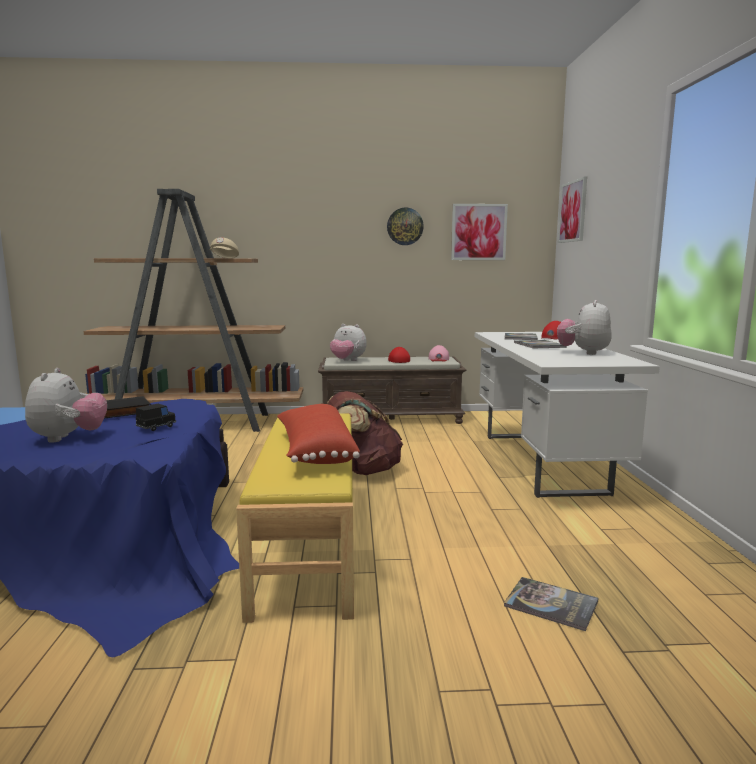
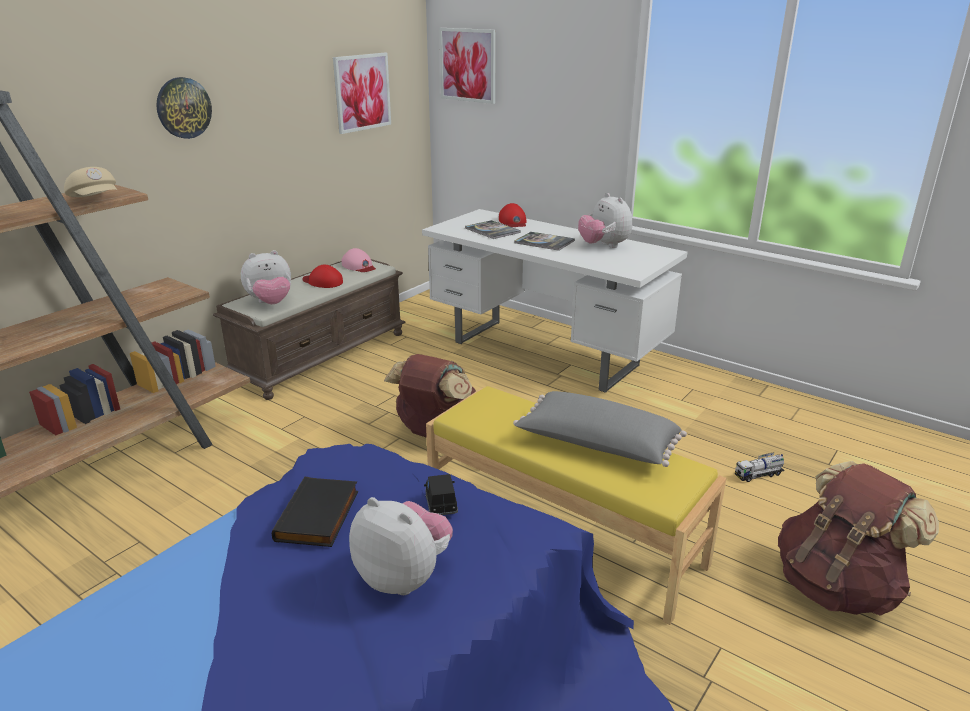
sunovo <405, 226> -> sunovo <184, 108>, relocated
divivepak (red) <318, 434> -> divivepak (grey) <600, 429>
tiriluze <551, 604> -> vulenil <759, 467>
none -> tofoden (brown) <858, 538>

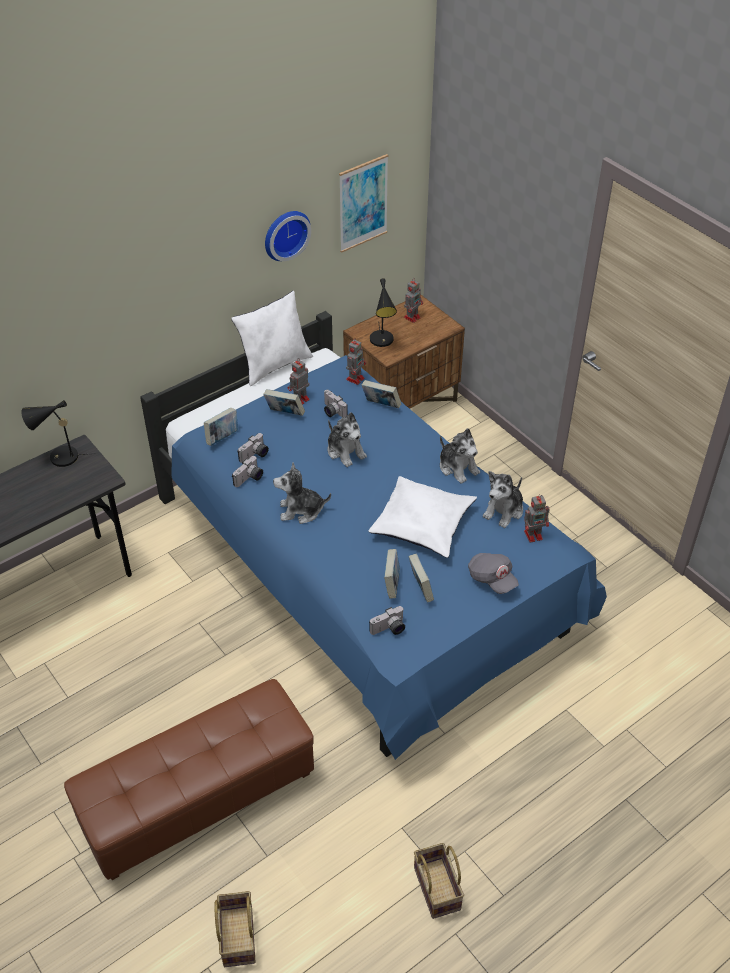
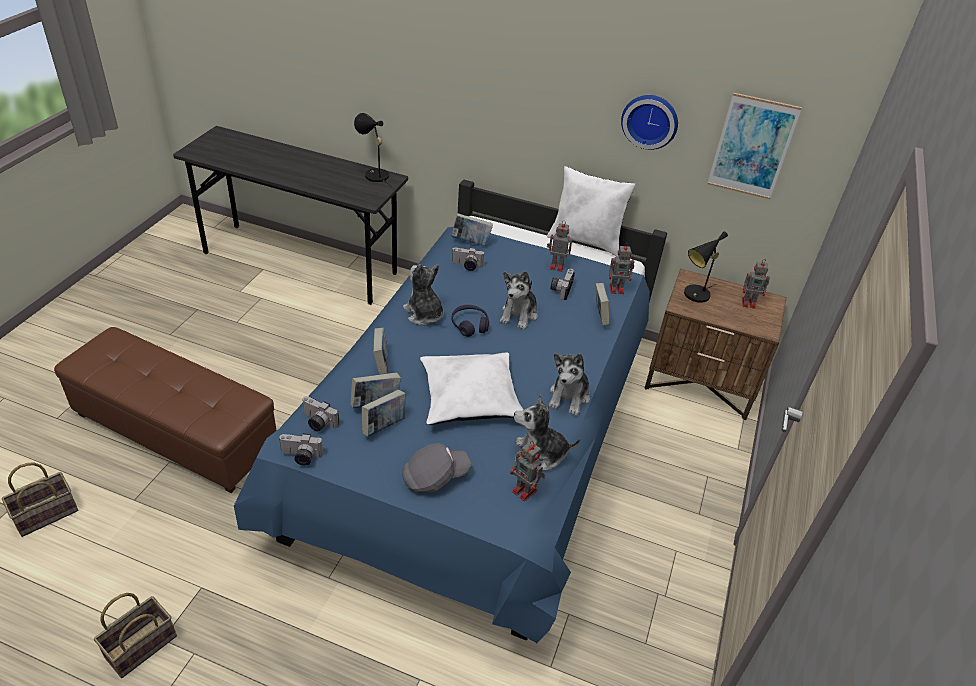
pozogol <247, 471> -> pozogol <300, 449>, relocated
tiriluze <284, 402> -> tiriluze <380, 351>, relocated
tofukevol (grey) <493, 573> -> tofukevol (grey) <437, 468>, 135 degrees counterclockwise
none -> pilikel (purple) <470, 321>

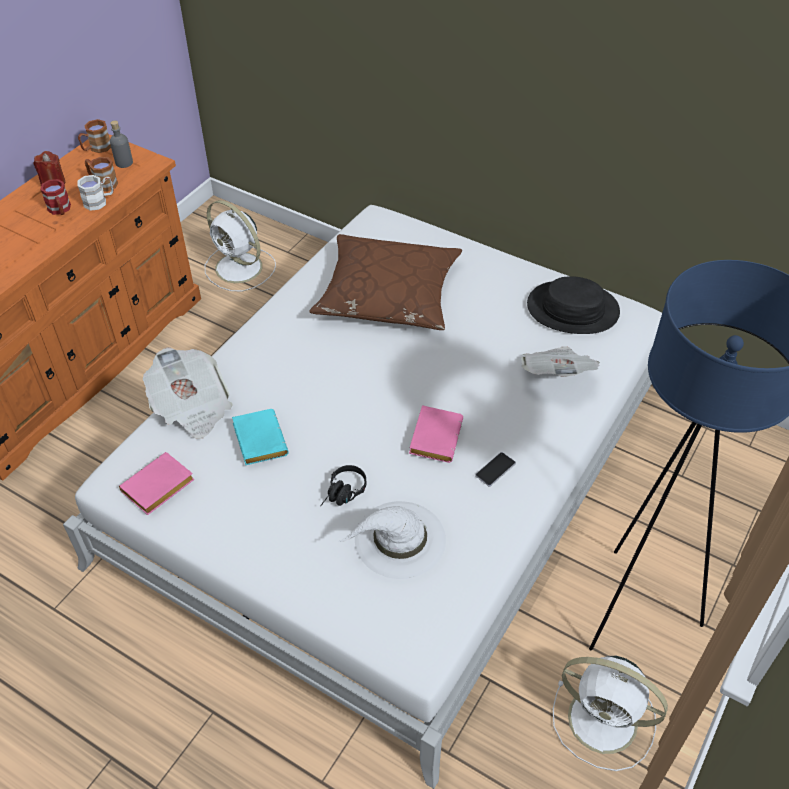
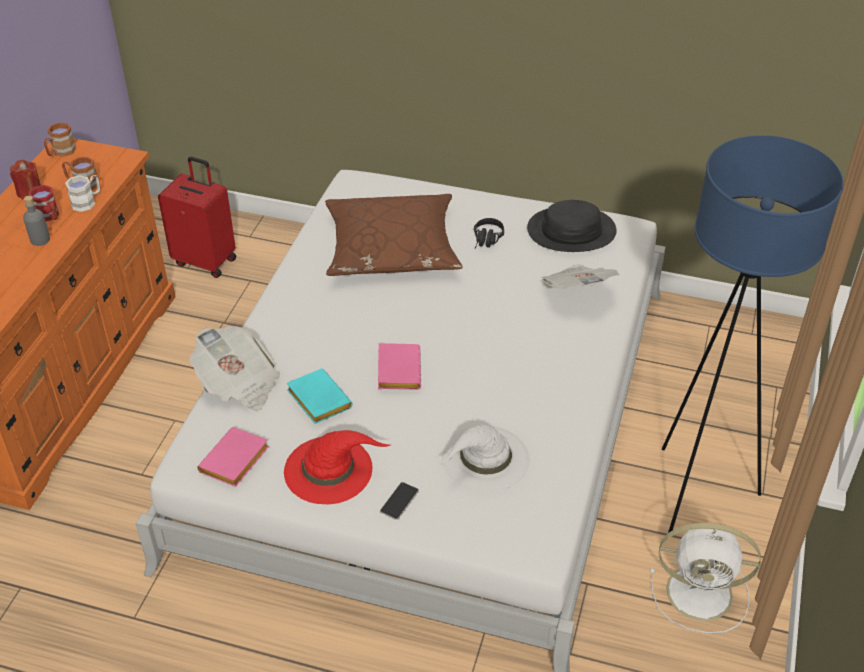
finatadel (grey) <121, 144> -> finatadel (grey) <36, 221>, relocated
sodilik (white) <240, 245> -> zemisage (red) <197, 217>
none -> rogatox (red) <337, 467>
tiriluze (pink) <436, 434> -> tiriluze (pink) <399, 366>, relocated
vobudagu <495, 469> -> vobudagu <399, 501>, relocated
pilikel (black) <343, 486> -> pilikel (black) <489, 233>, relocated

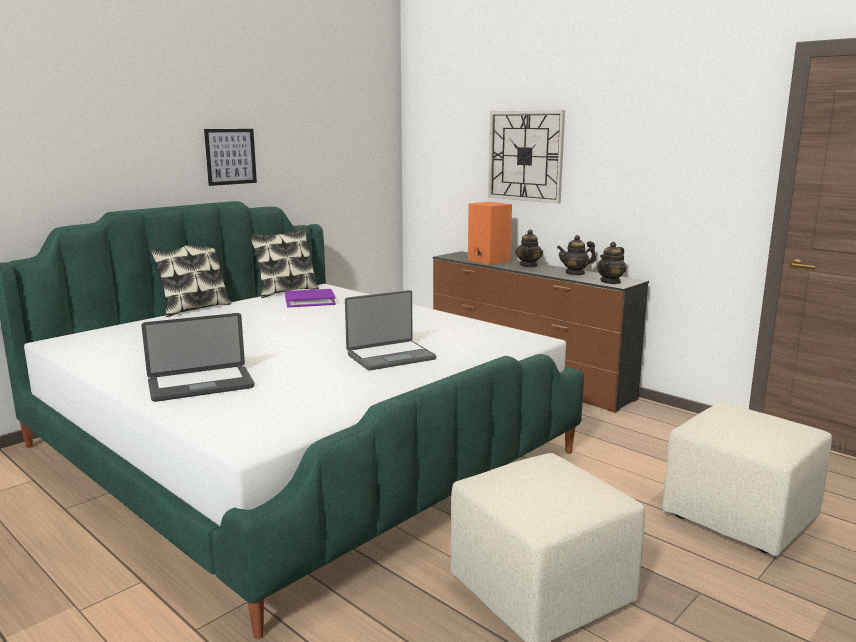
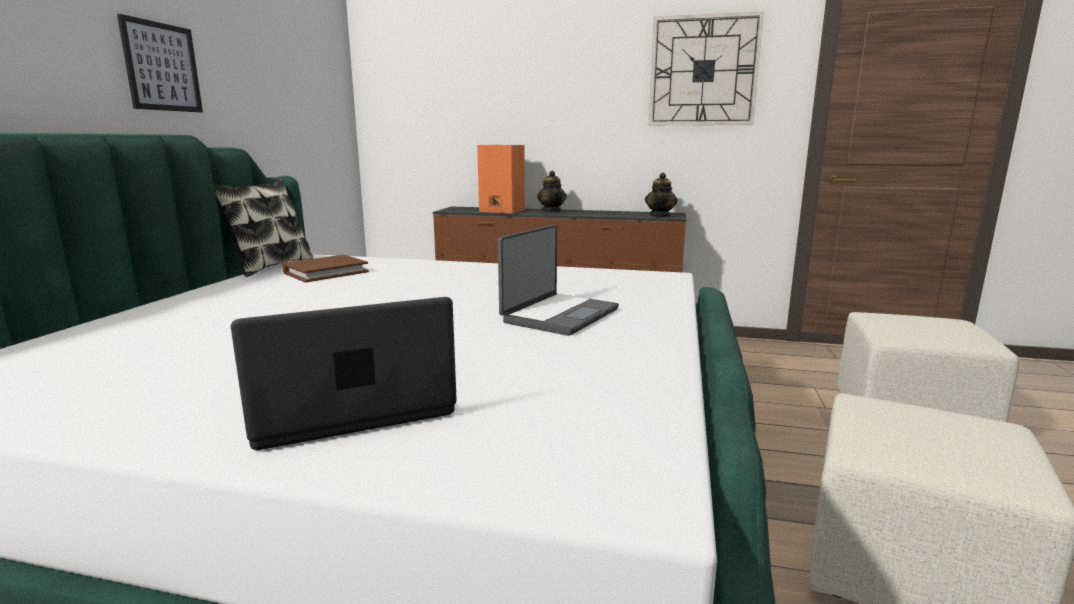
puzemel <198, 357> -> puzemel <344, 373>, 150 degrees counterclockwise
tiriluze (purple) <310, 298> -> tiriluze (brown) <325, 269>
sunovo <526, 157> -> sunovo <706, 68>, relocated
divivepak <190, 281> -> none
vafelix <576, 255> -> none

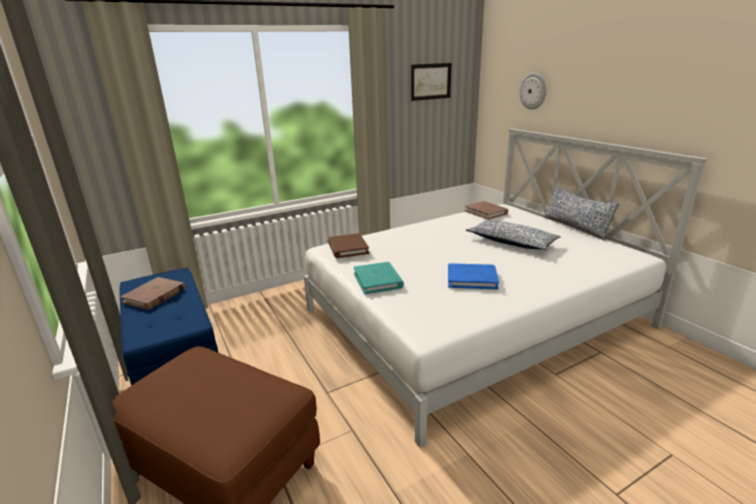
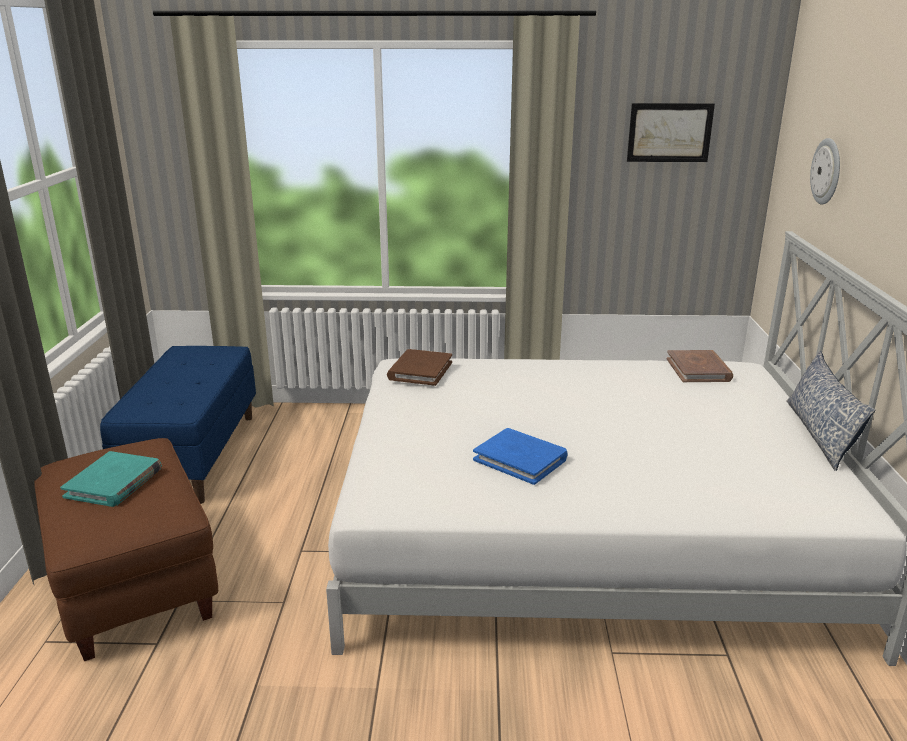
tiriluze (turquoise) <379, 278> -> tiriluze (turquoise) <111, 479>, relocated
tiriluze (brown) <153, 293> -> none
divivepak <513, 235> -> none

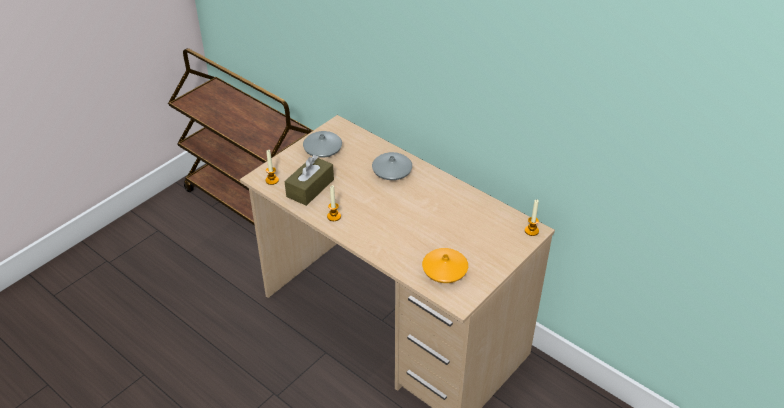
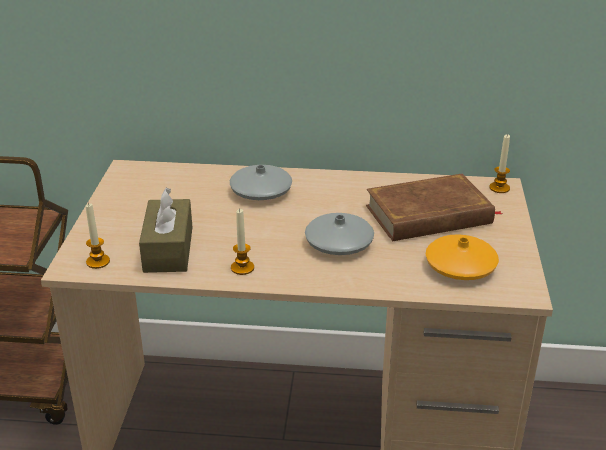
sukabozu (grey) <322, 144> -> sukabozu (grey) <339, 234>, relocated
none -> tiriluze (brown) <434, 207>

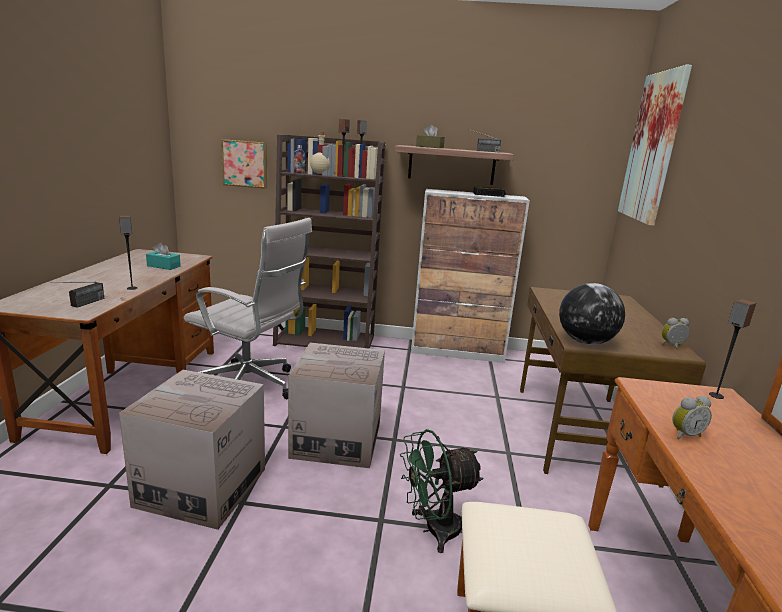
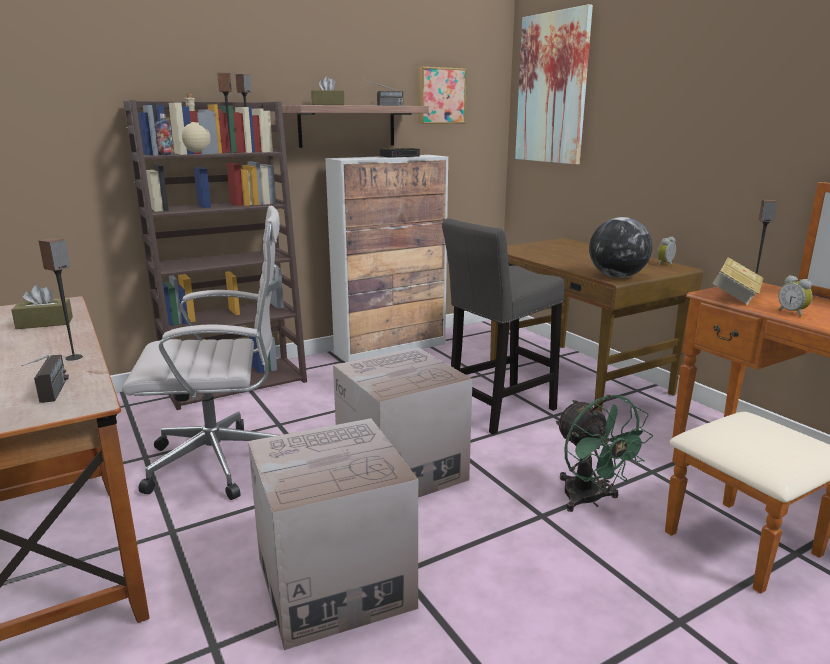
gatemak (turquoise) <163, 256> -> gatemak (brown) <42, 307>
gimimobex <244, 164> -> gimimobex <442, 95>, relocated
none -> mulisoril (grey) <503, 326>
sodilik (green) <442, 491> -> sodilik (green) <604, 453>, 60 degrees counterclockwise
none -> tiriluze <737, 281>
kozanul <692, 417> -> kozanul <795, 296>, 120 degrees clockwise

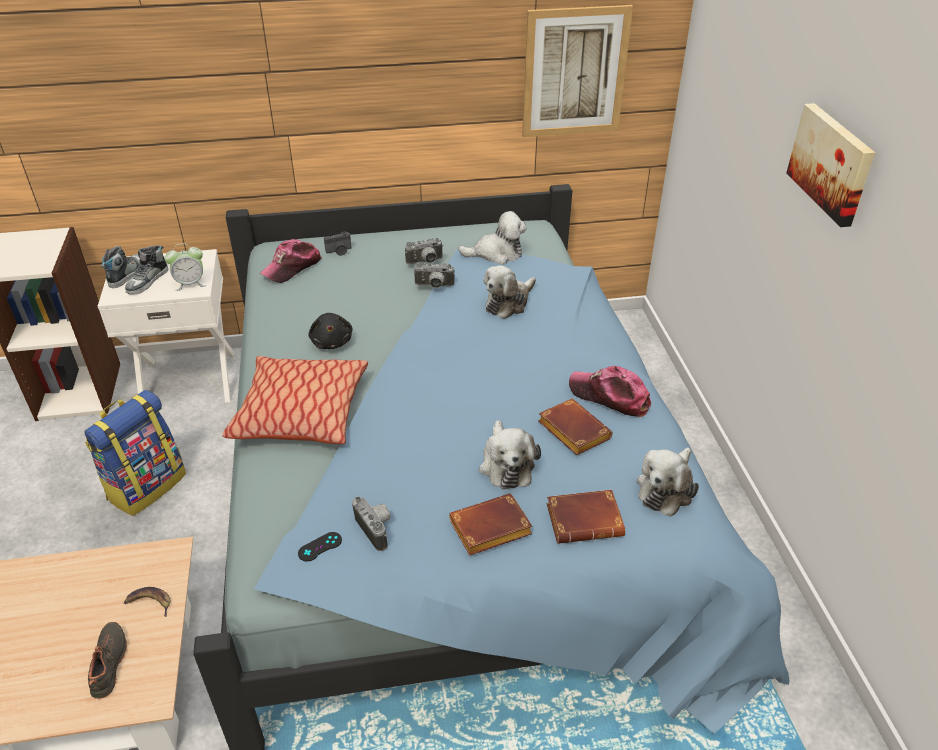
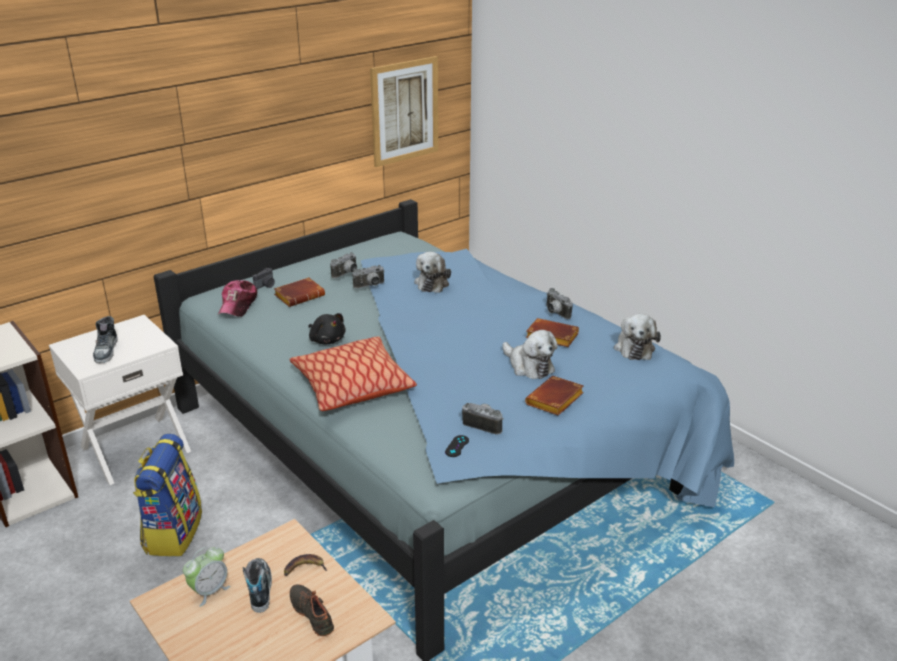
kozanul <185, 267> -> kozanul <207, 577>, relocated
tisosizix <120, 267> -> tisosizix <257, 585>, relocated
tiriluze (brown) <586, 517> -> tiriluze (brown) <299, 292>, relocated
tofukevol <610, 391> -> pozogol <559, 303>
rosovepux <492, 238> -> none
gimimobex <830, 165> -> none

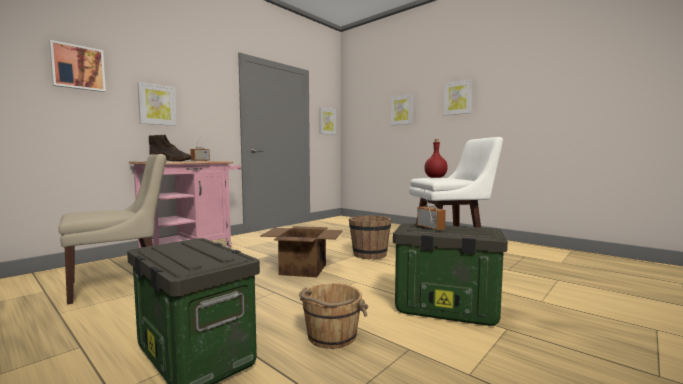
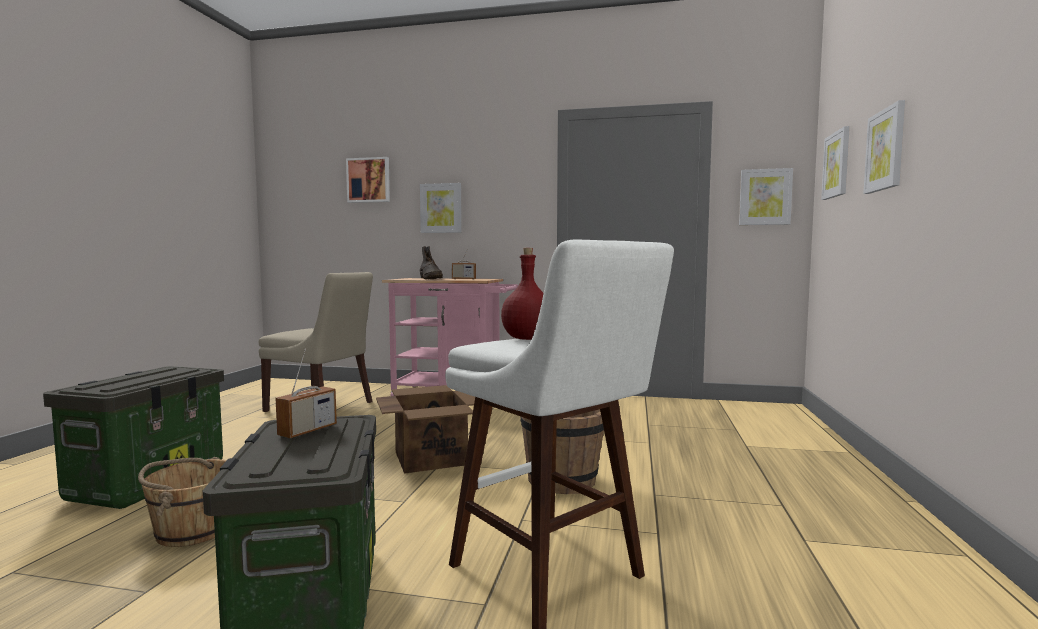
gimimobex <458, 97> -> gimimobex <835, 163>, relocated

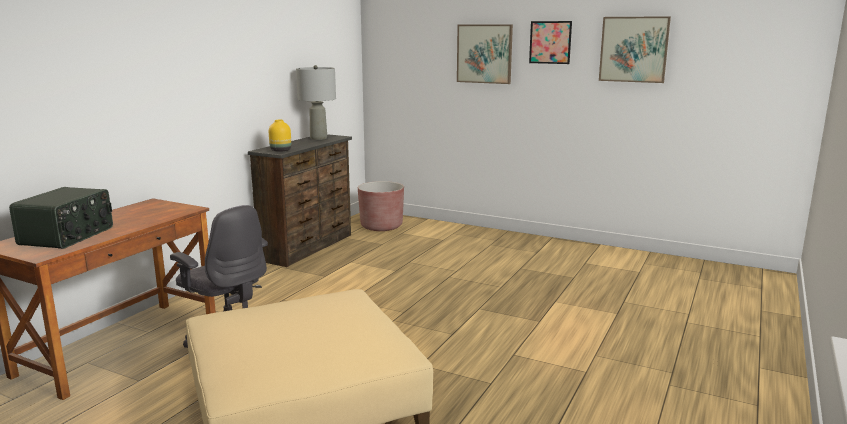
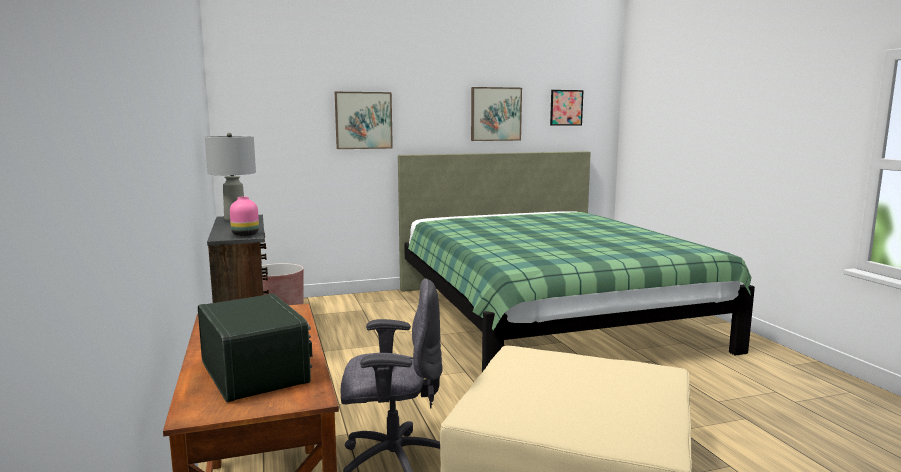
sukabozu (yellow) <280, 136> -> sukabozu (pink) <244, 216>
none -> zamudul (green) <576, 261>
gimimobex <550, 42> -> gimimobex <566, 108>, relocated

